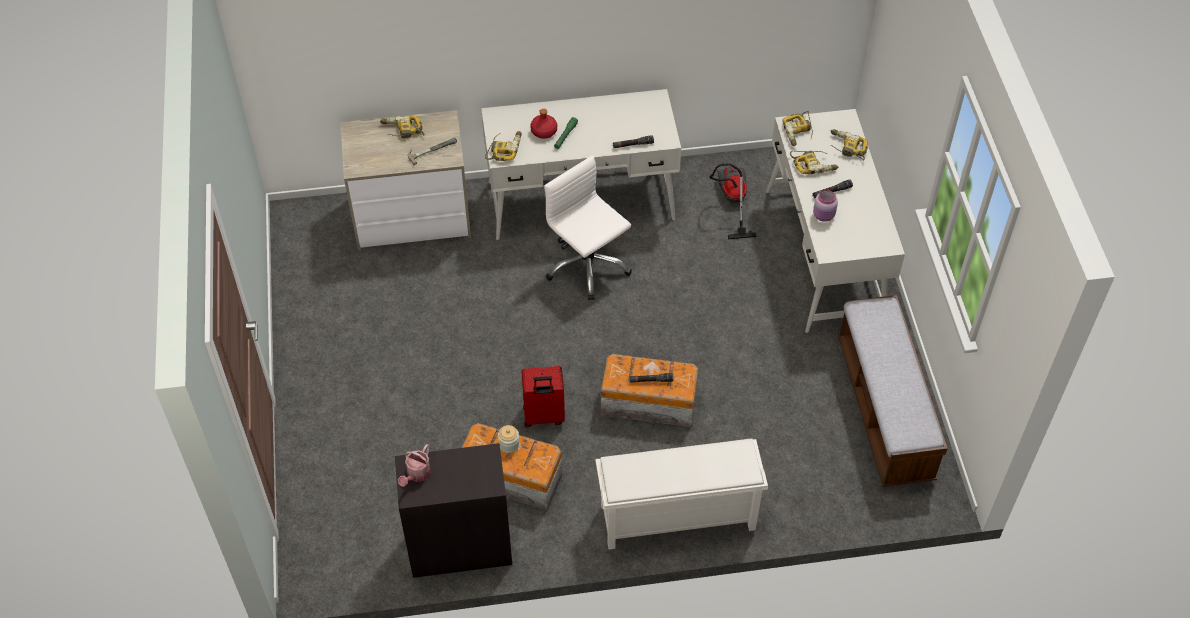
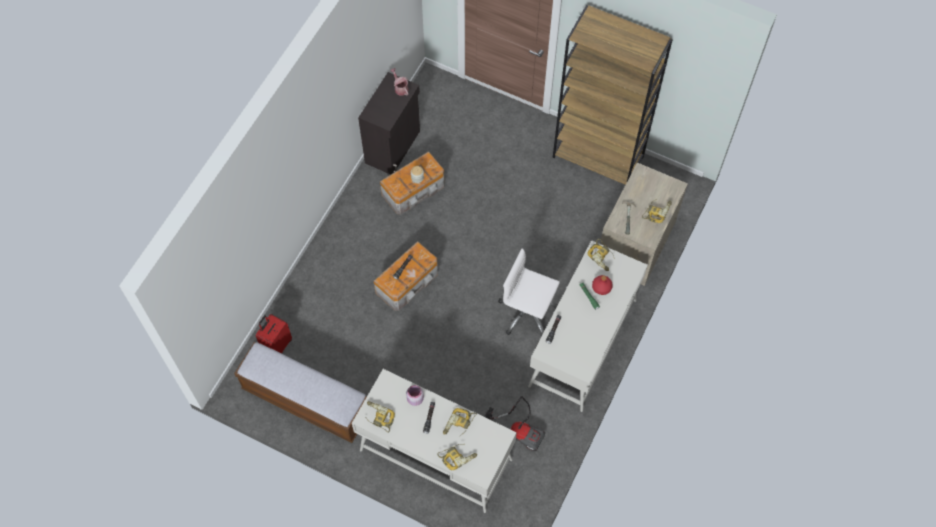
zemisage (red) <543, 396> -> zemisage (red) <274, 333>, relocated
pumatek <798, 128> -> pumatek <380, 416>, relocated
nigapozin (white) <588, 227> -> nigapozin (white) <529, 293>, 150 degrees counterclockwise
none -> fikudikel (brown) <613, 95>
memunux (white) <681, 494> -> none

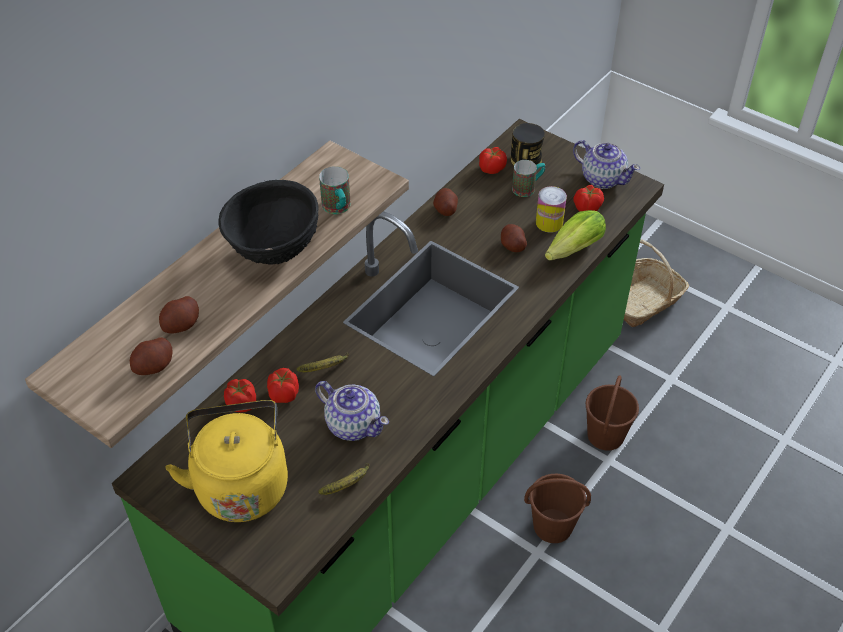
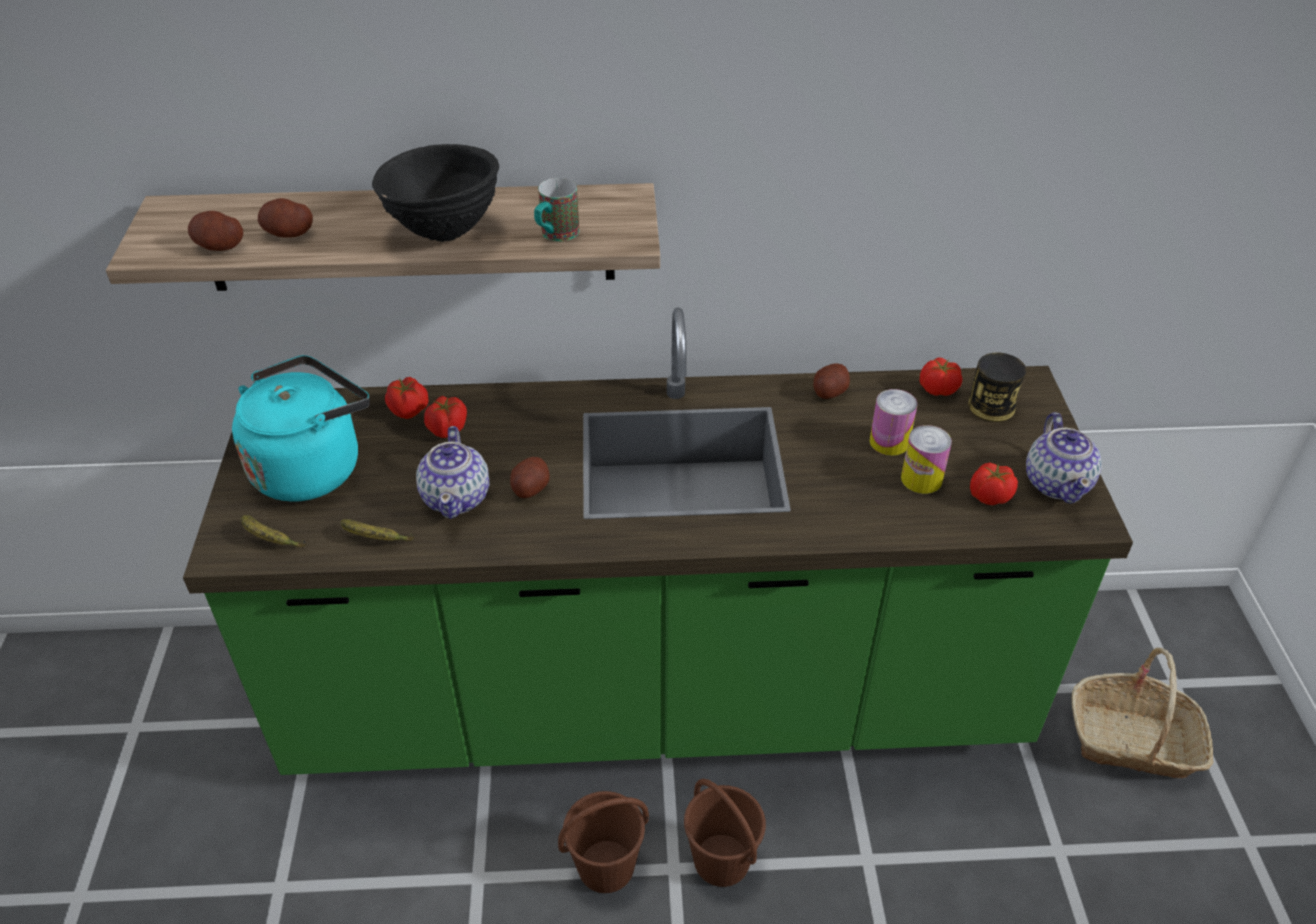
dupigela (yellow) <226, 461> -> dupigela (turquoise) <301, 428>
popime <323, 362> -> popime <273, 531>, relocated
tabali <514, 238> -> tabali <530, 477>, relocated
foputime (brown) <612, 412> -> foputime (brown) <603, 842>, relocated
none -> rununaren <893, 422>
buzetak <528, 178> -> none
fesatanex <575, 235> -> none

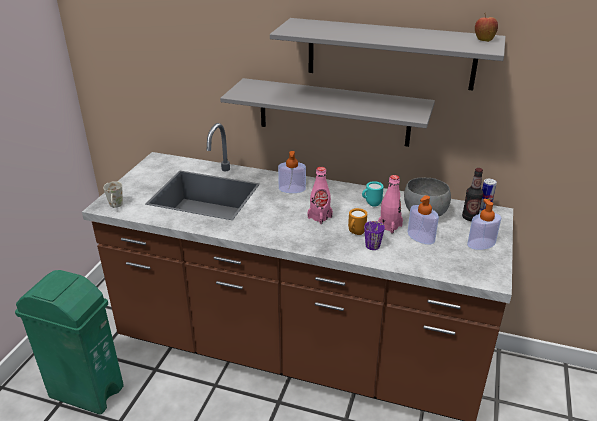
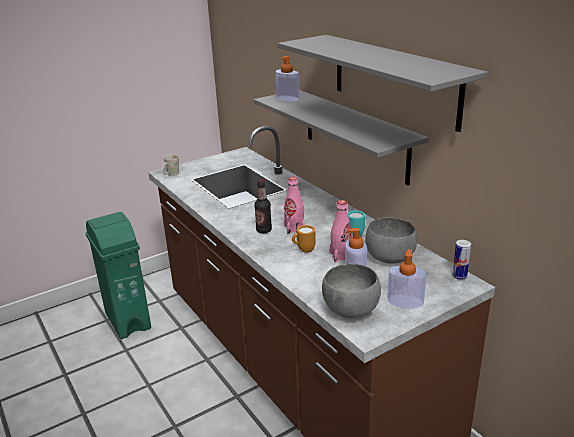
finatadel <472, 194> -> finatadel <263, 206>, relocated
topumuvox <292, 172> -> topumuvox <287, 78>, relocated
none -> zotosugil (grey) <351, 291>
buzetak (purple) <374, 235> -> none
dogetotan <486, 27> -> none

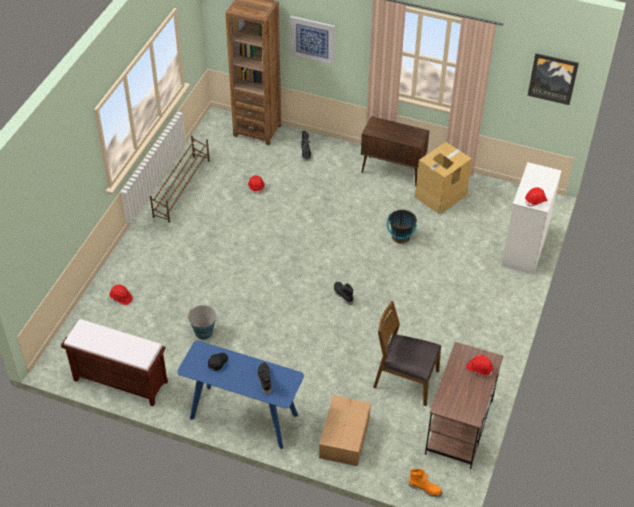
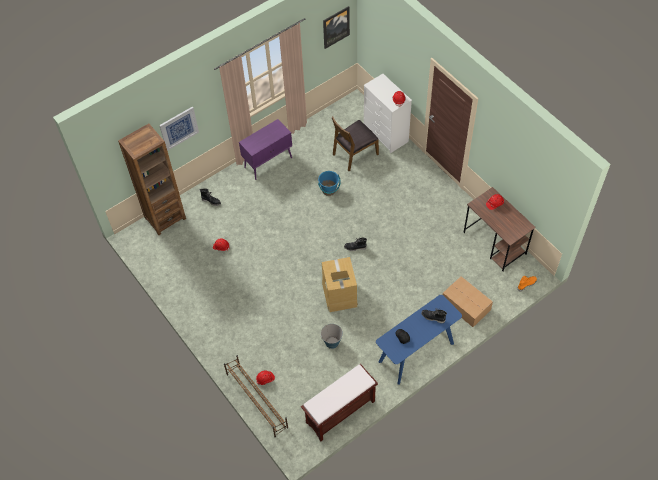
memunux (brown) <180, 179> -> memunux (brown) <256, 396>, relocated
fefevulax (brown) <395, 151> -> fefevulax (purple) <265, 149>
foputime (black) <402, 227> -> foputime (blue) <329, 183>
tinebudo <443, 178> -> tinebudo <340, 284>, relocated
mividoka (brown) <407, 353> -> mividoka (brown) <355, 143>, relocated

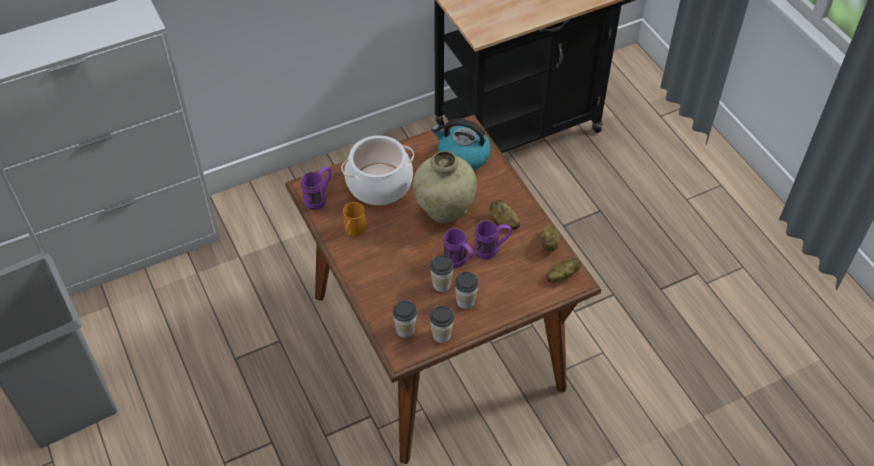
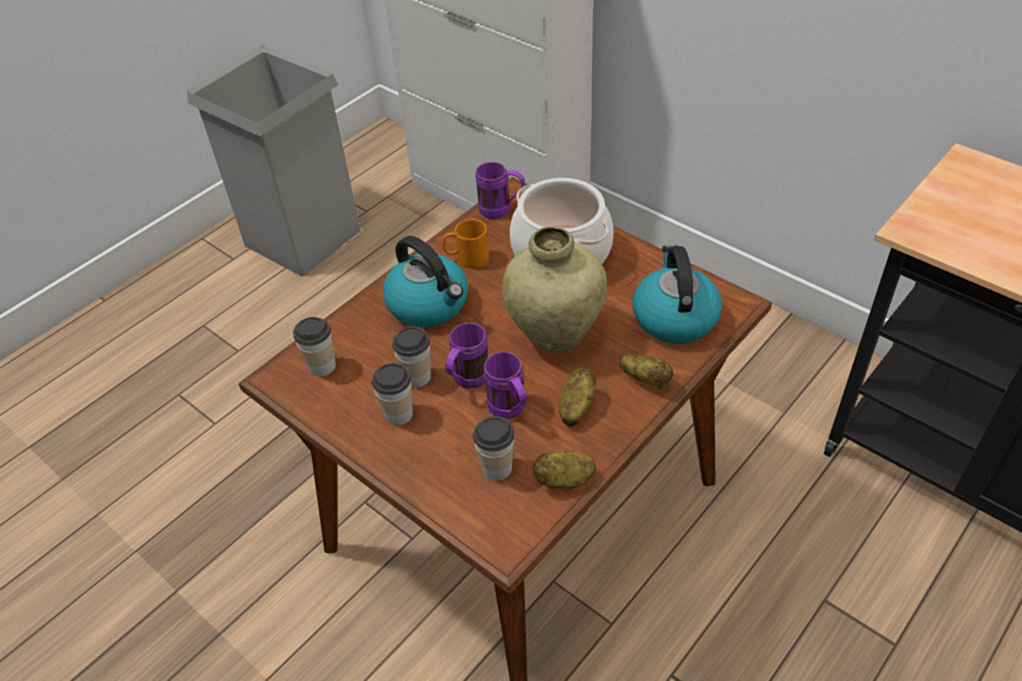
none -> dupigela <425, 281>
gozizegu <442, 324> -> gozizegu <494, 448>, relocated
tabali <563, 269> -> tabali <646, 371>, relocated

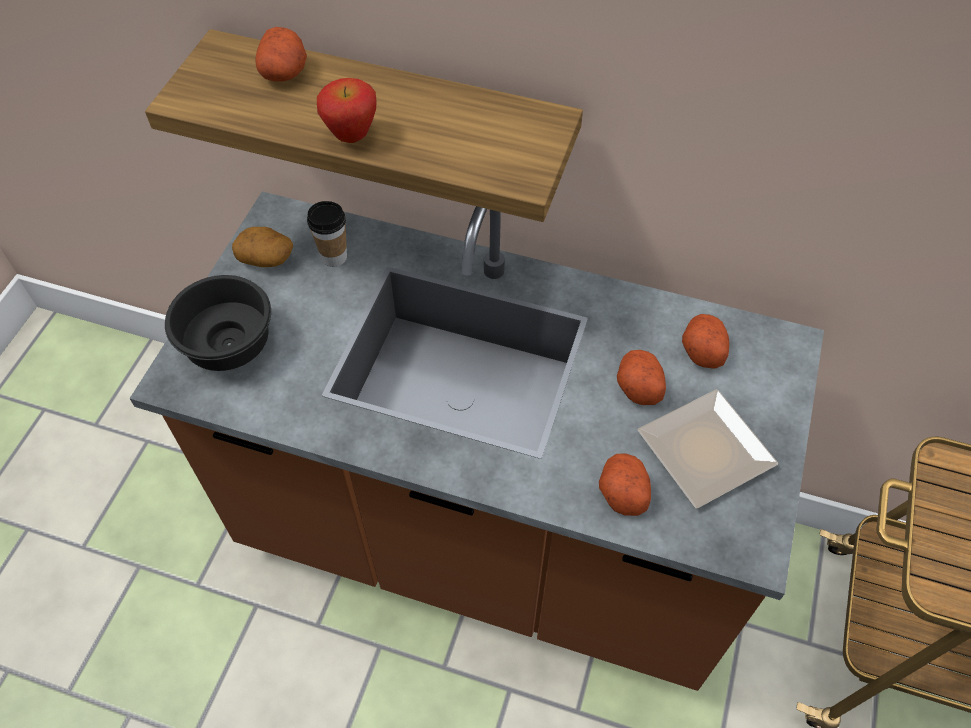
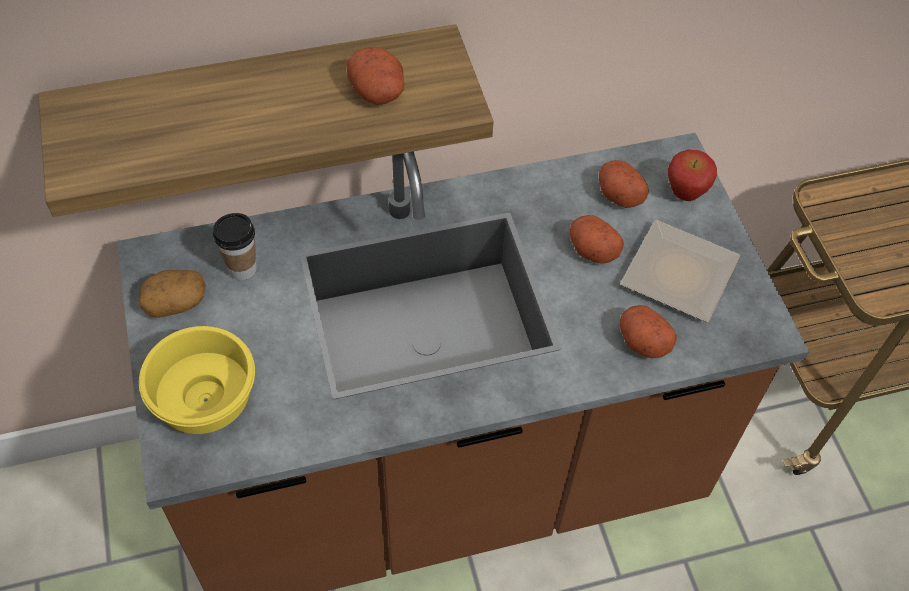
zotosugil (black) <218, 323> -> zotosugil (yellow) <197, 380>
tabali <281, 54> -> tabali <375, 76>, relocated
dogetotan <347, 110> -> dogetotan <692, 175>, relocated

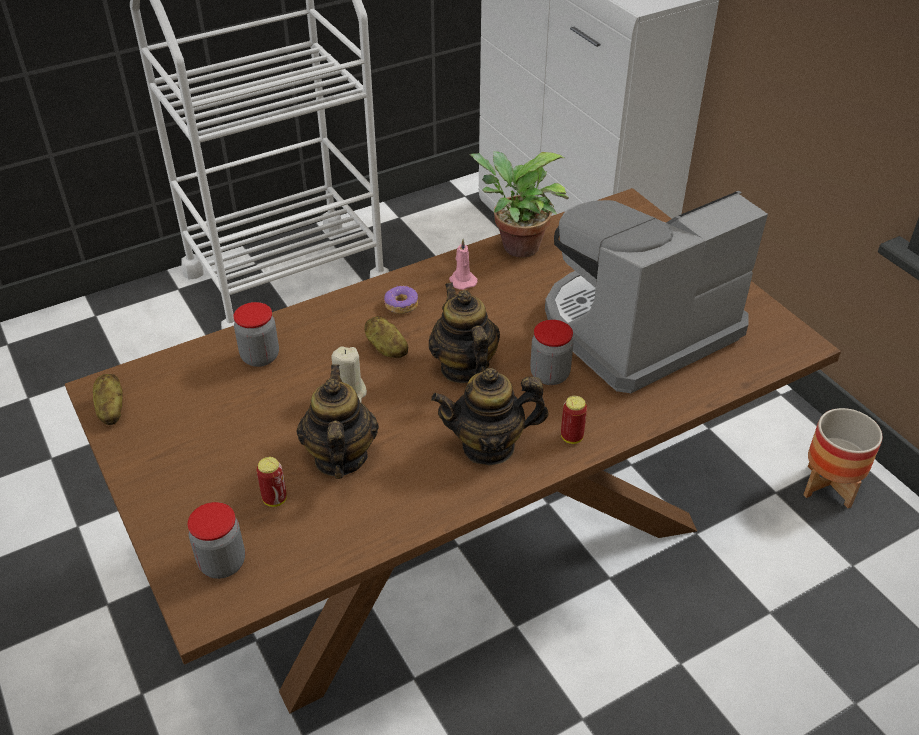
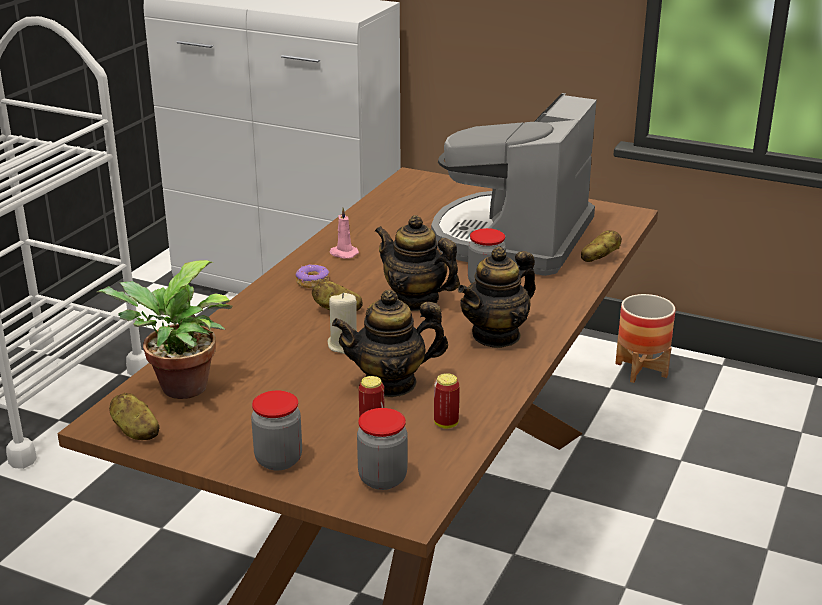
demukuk <519, 204> -> demukuk <165, 329>, relocated
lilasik <256, 334> -> lilasik <276, 430>, relocated
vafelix <338, 421> -> vafelix <390, 343>, 60 degrees counterclockwise
rununaren <574, 420> -> rununaren <447, 401>, relocated
none -> tabali <601, 246>

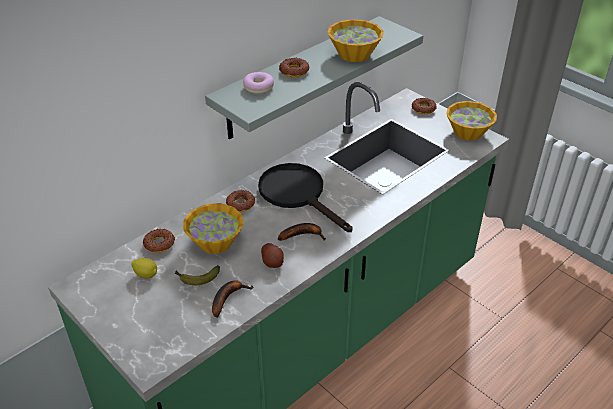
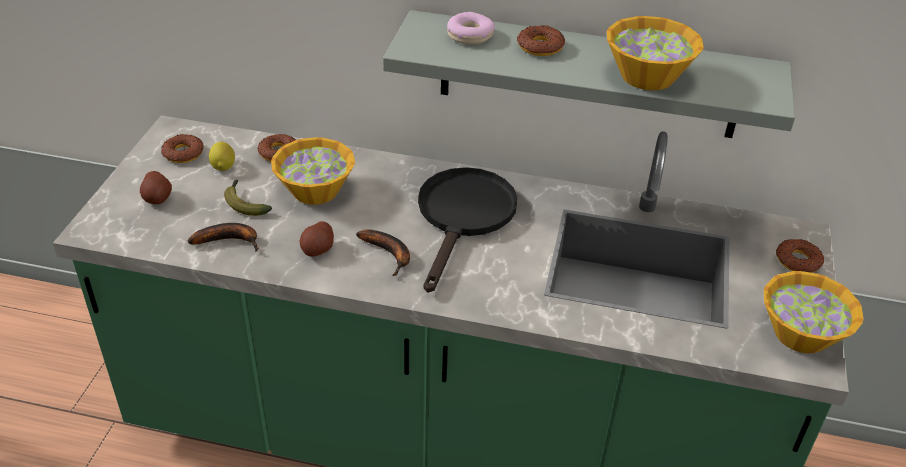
none -> tabali <156, 187>
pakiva <240, 201> -> pakiva <182, 148>, relocated

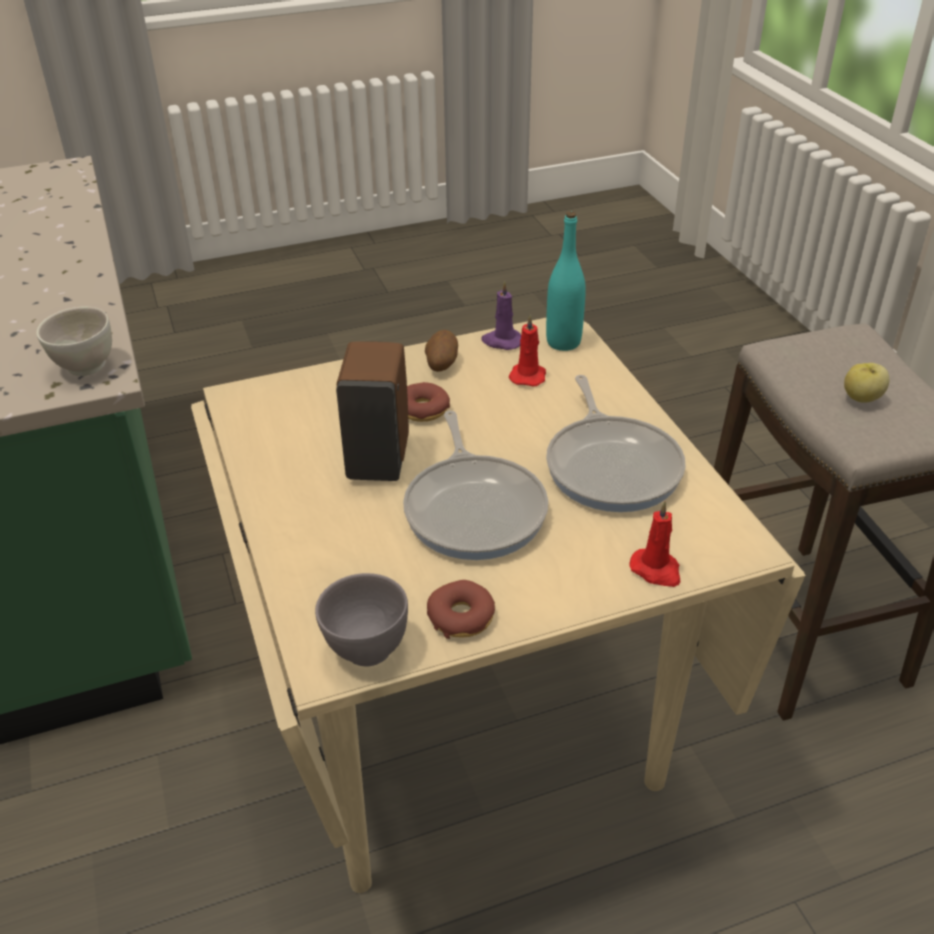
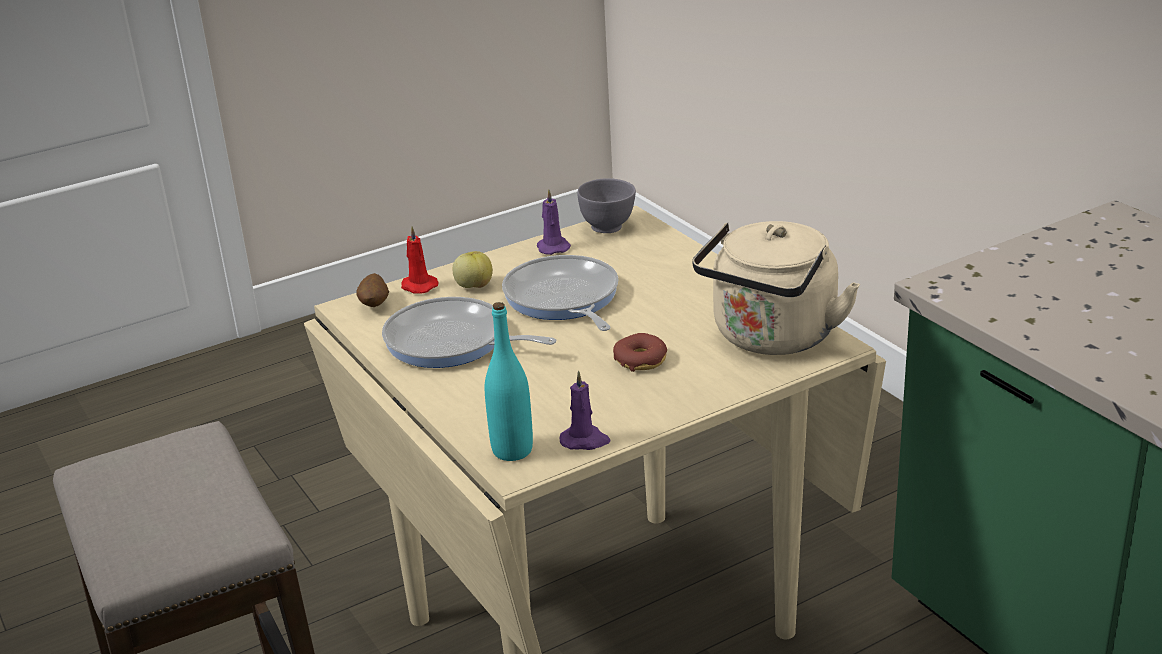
tabali <441, 351> -> tabali <372, 290>, relocated
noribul <616, 443> -> noribul <469, 332>, 45 degrees counterclockwise
dogetotan <866, 383> -> dogetotan <473, 269>, relocated
pakiva <461, 609> -> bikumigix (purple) <554, 222>
none -> dupigela (beige) <776, 288>
zotosugil (white) <74, 341> -> none
topumuvox (brown) <372, 411> -> none
bikumigix (red) <527, 351> -> none

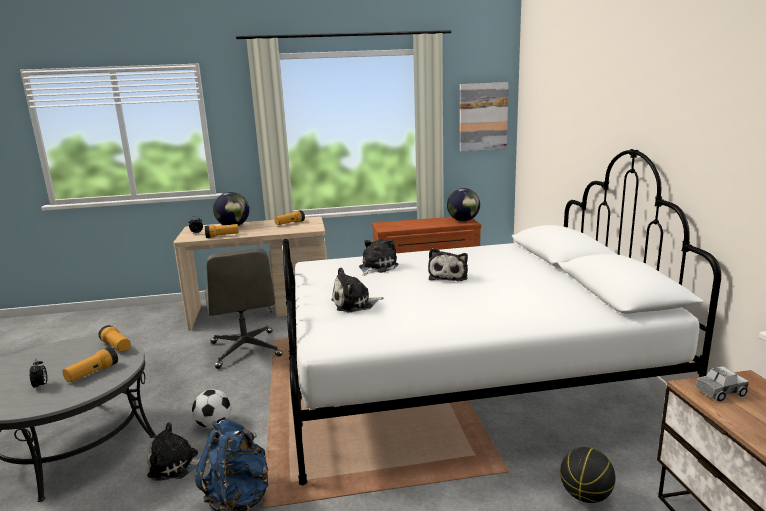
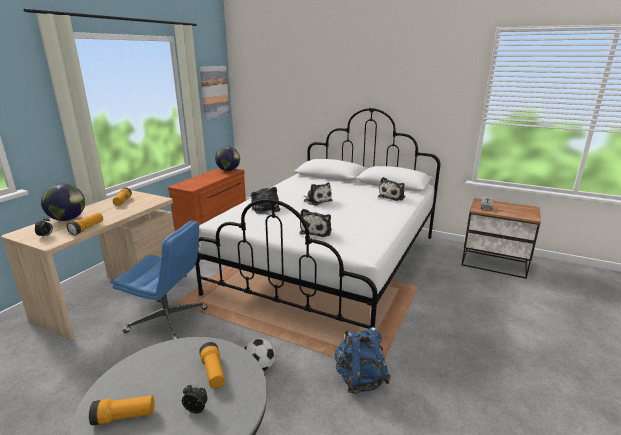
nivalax <114, 338> -> nivalax <122, 410>, relocated
nigapozin (grey) <243, 308> -> nigapozin (blue) <159, 280>
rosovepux <178, 451> -> rosovepux <391, 189>, relocated
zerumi <588, 475> -> none

